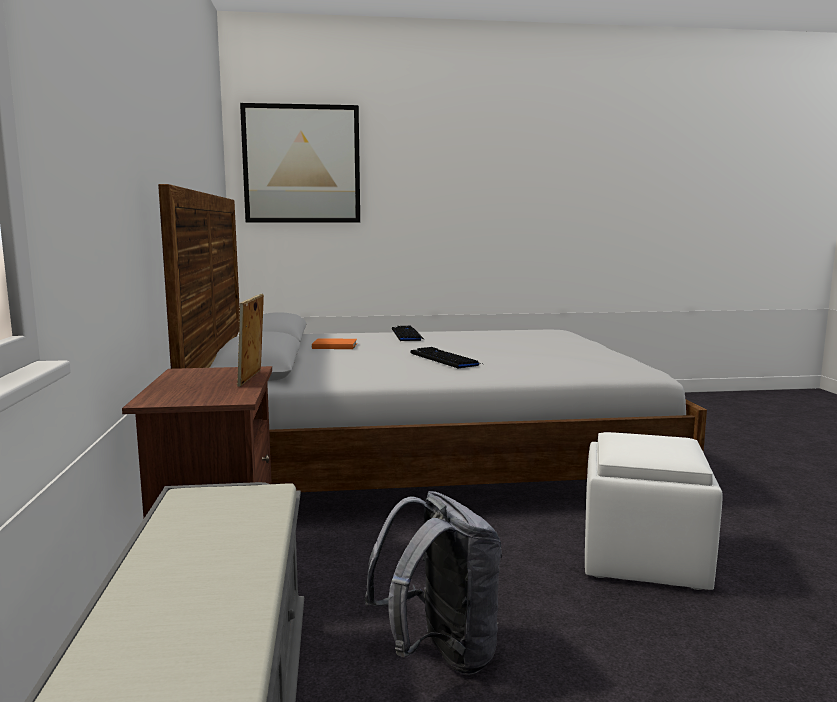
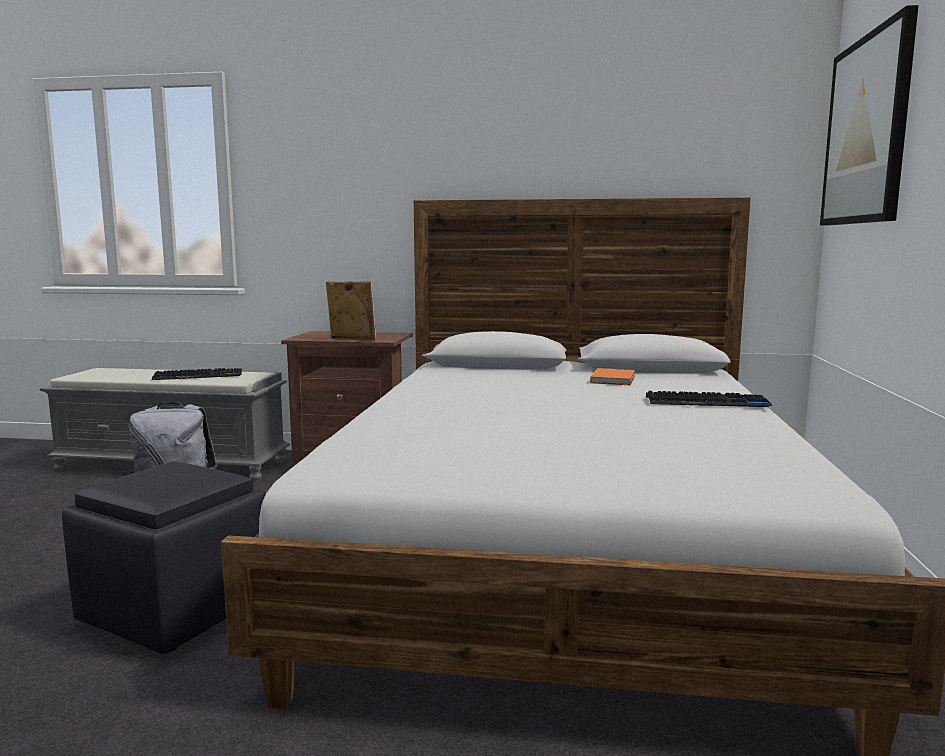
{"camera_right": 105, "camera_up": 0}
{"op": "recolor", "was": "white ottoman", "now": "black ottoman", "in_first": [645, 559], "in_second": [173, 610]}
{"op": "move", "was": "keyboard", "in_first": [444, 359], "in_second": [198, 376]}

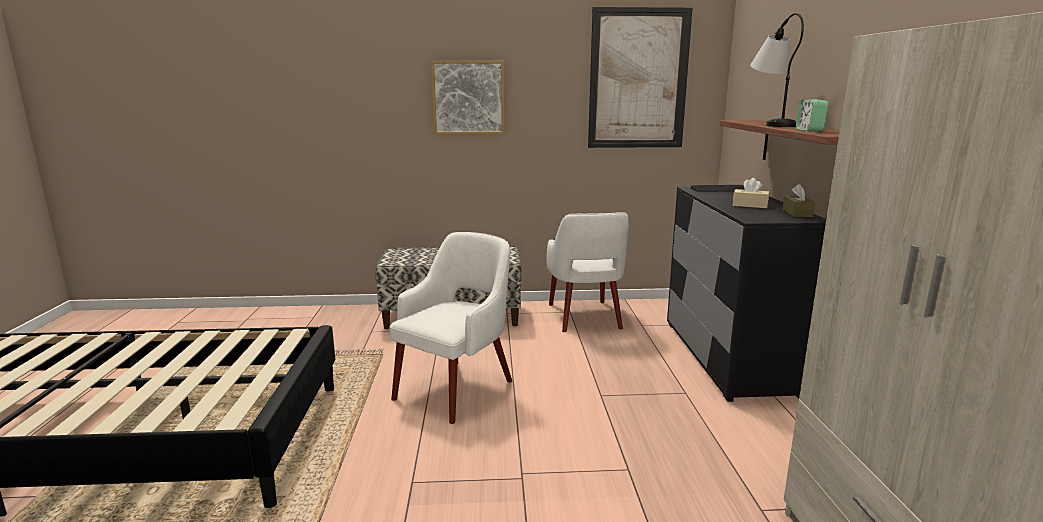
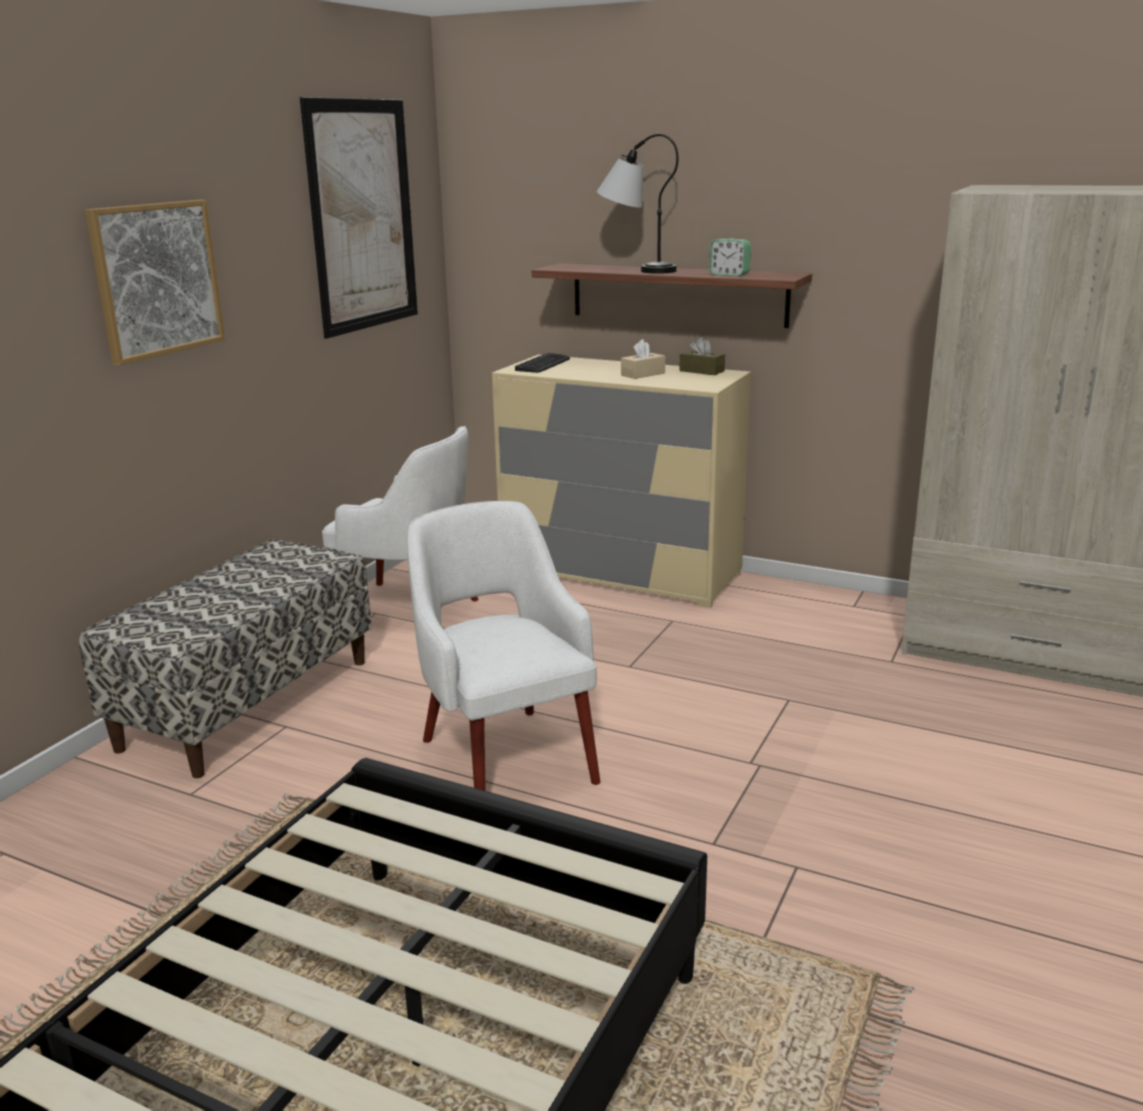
{"camera_right": -60, "camera_up": 5}
{"op": "recolor", "was": "black dresser", "now": "beige dresser", "in_first": [727, 356], "in_second": [620, 572]}

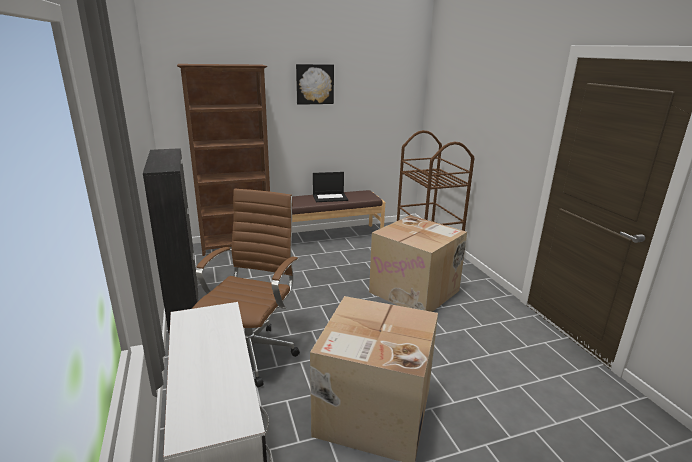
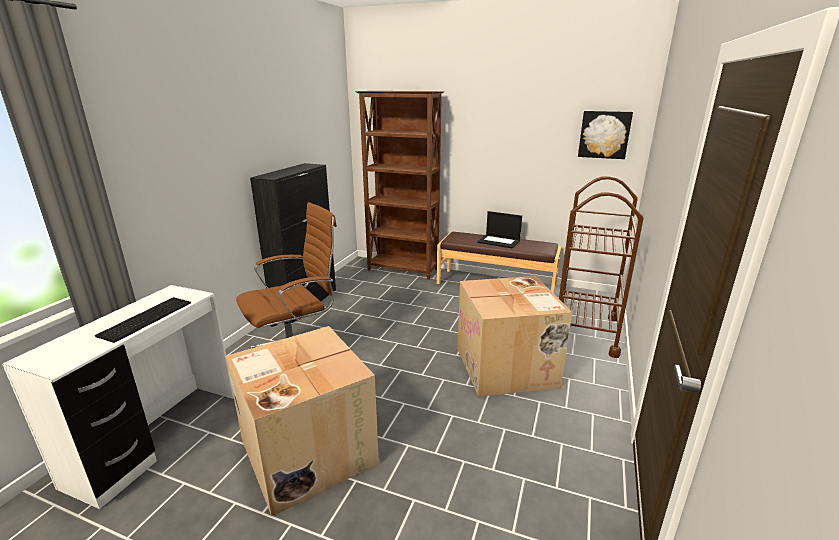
{"camera_right": 40, "camera_up": 0}
{"op": "insert", "now": "keyboard", "in_second": [146, 318]}
{"op": "move", "was": "picture", "in_first": [314, 84], "in_second": [604, 134]}

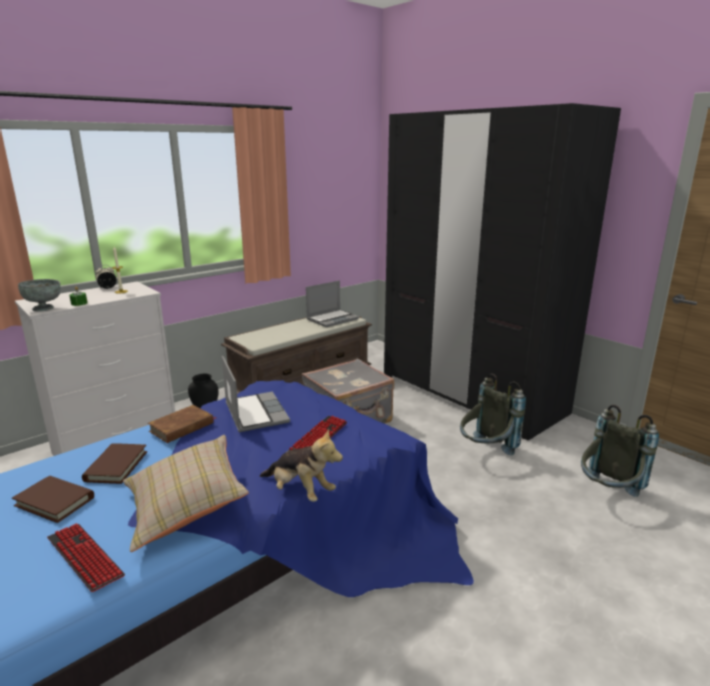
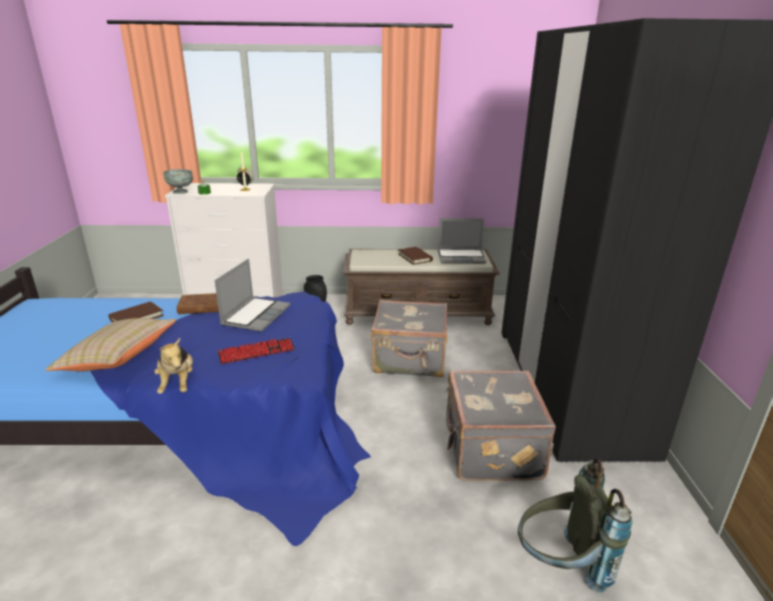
{"camera_right": 40, "camera_up": 5}
{"op": "move", "was": "brown book", "in_first": [55, 501], "in_second": [415, 257]}
{"op": "replace", "was": "grey backpack", "now": "grey suitcase", "in_first": [485, 453], "in_second": [490, 449]}
{"op": "delete", "was": "keyboard", "in_first": [85, 557]}

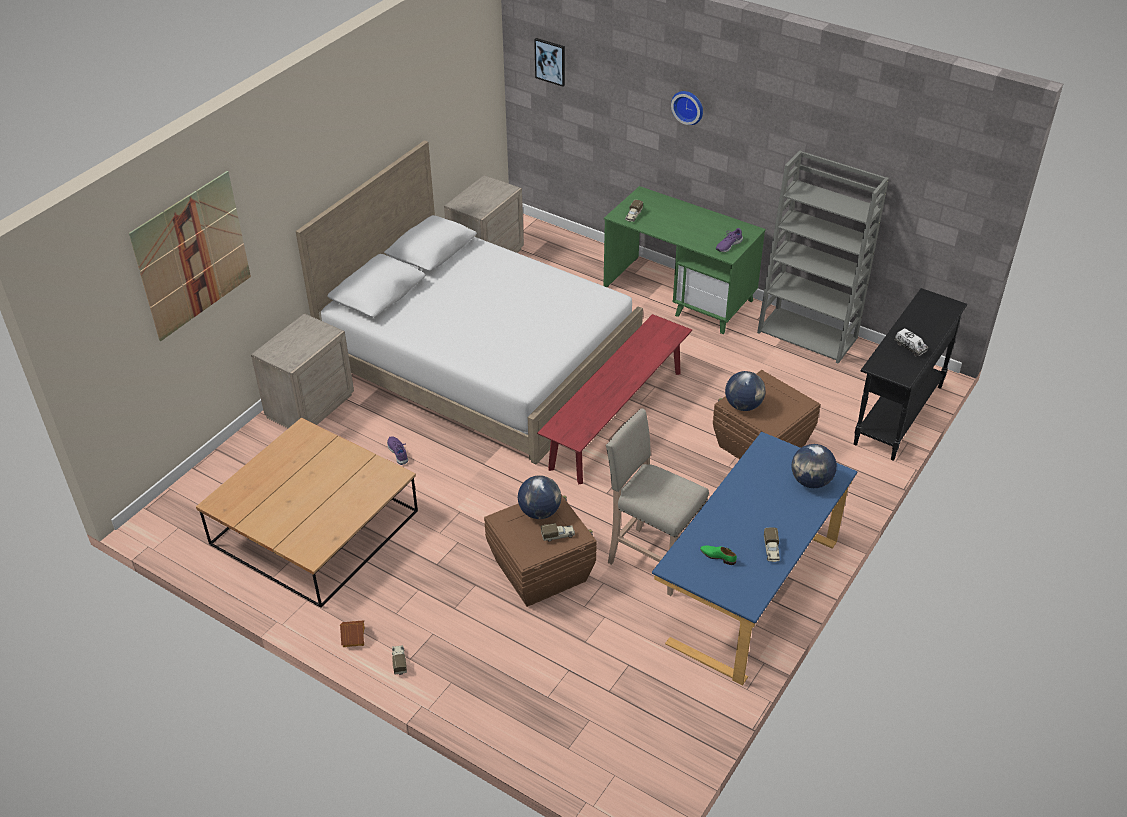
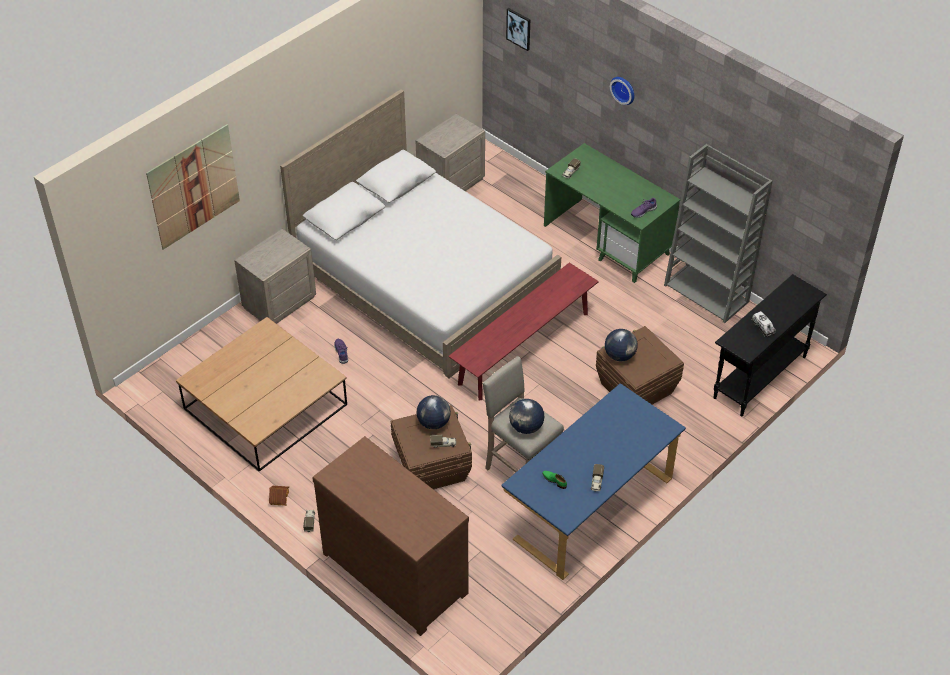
{"camera_right": 10, "camera_up": 5}
{"op": "insert", "now": "brown dresser", "in_second": [396, 571]}
{"op": "move", "was": "globe", "in_first": [811, 481], "in_second": [526, 427]}

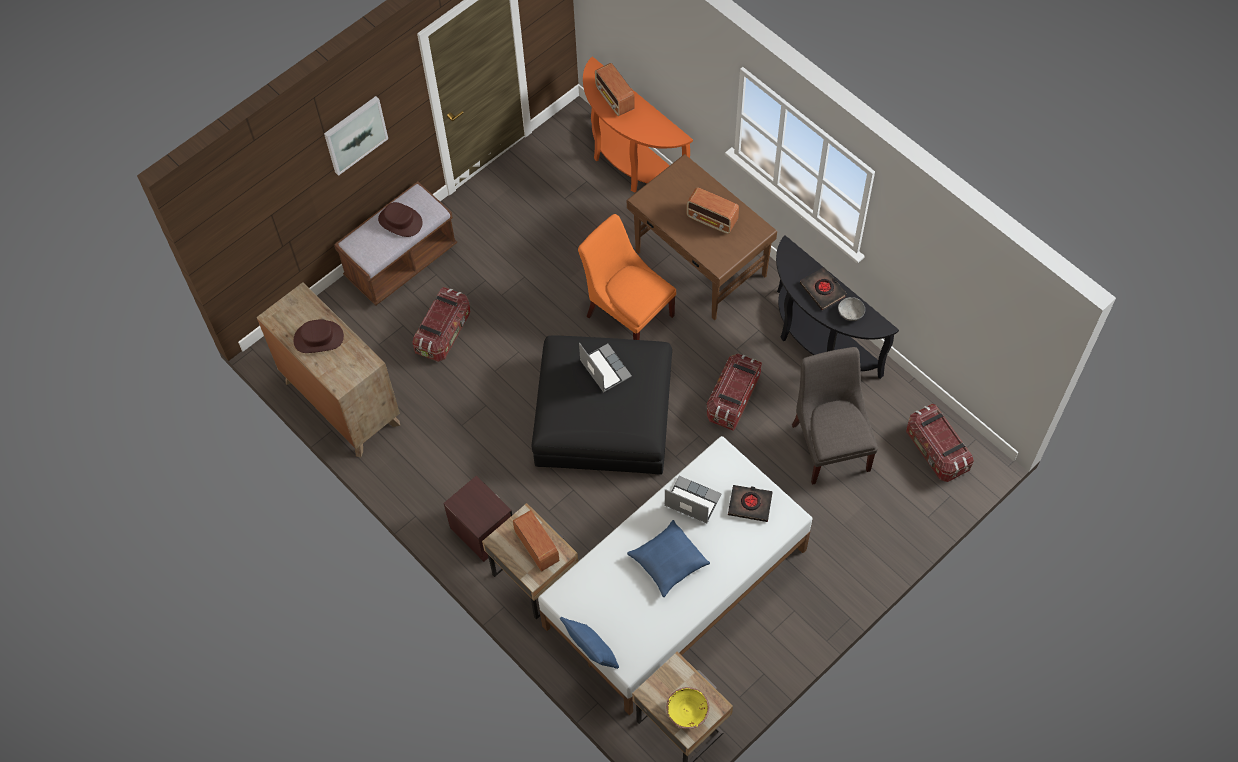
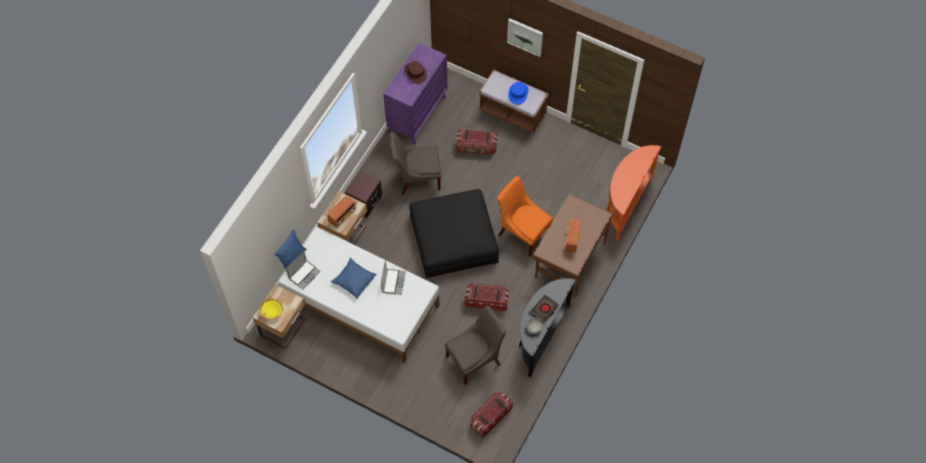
{"camera_right": 70, "camera_up": 0}
{"op": "move", "was": "laptop", "in_first": [604, 368], "in_second": [304, 274]}
{"op": "recolor", "was": "brown dresser", "now": "purple dresser", "in_first": [342, 402], "in_second": [417, 114]}
{"op": "insert", "now": "grey chair", "in_second": [416, 177]}
{"op": "rotate", "was": "orange chair", "in_first": [627, 313], "in_second": [523, 232], "clockwise": -75}
{"op": "recolor", "was": "brown hat", "now": "blue hat", "in_first": [400, 221], "in_second": [518, 93]}
{"op": "delete", "was": "radio", "in_first": [615, 99]}
{"op": "delete", "was": "black book", "in_first": [750, 504]}

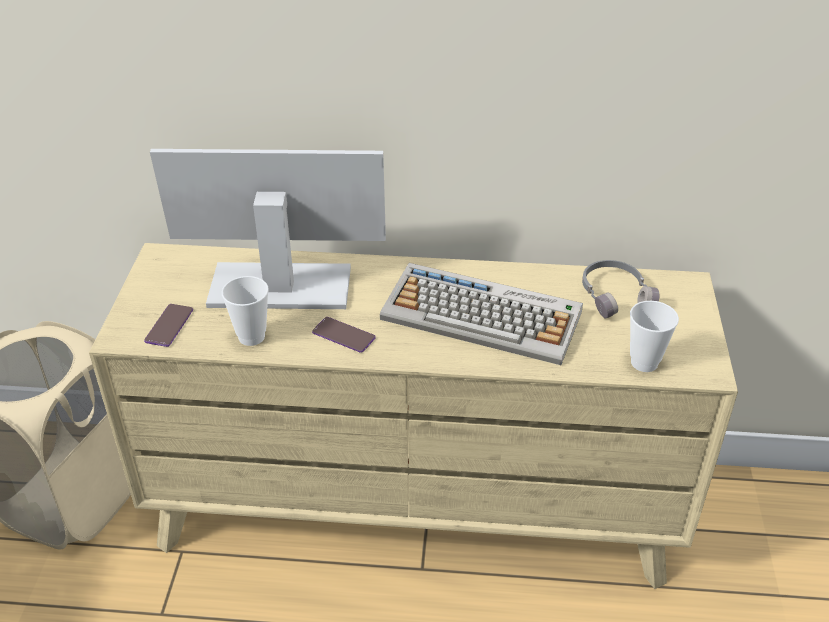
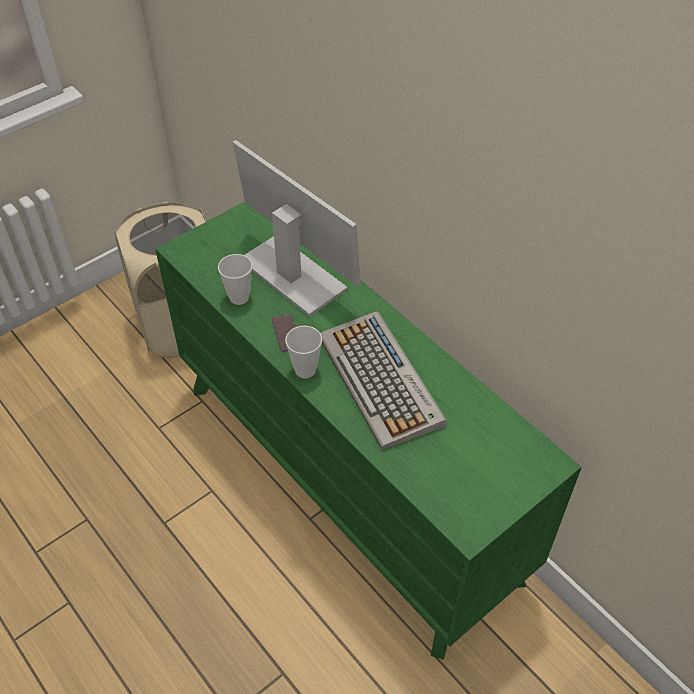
{"camera_right": 45, "camera_up": 10}
{"op": "recolor", "was": "beige dresser", "now": "green dresser", "in_first": [415, 508], "in_second": [348, 479]}
{"op": "move", "was": "cup", "in_first": [644, 362], "in_second": [305, 370]}
{"op": "delete", "was": "phone", "in_first": [169, 326]}
{"op": "delete", "was": "grey headphones", "in_first": [615, 295]}

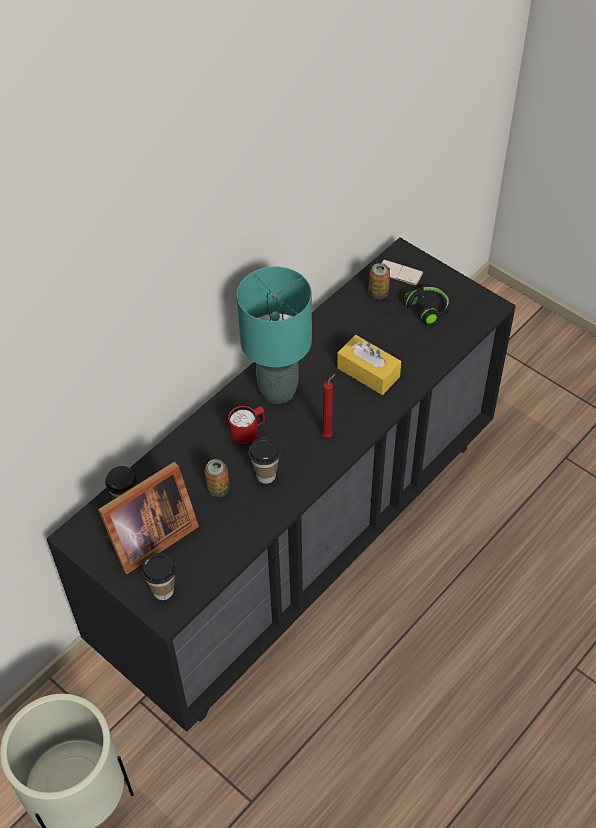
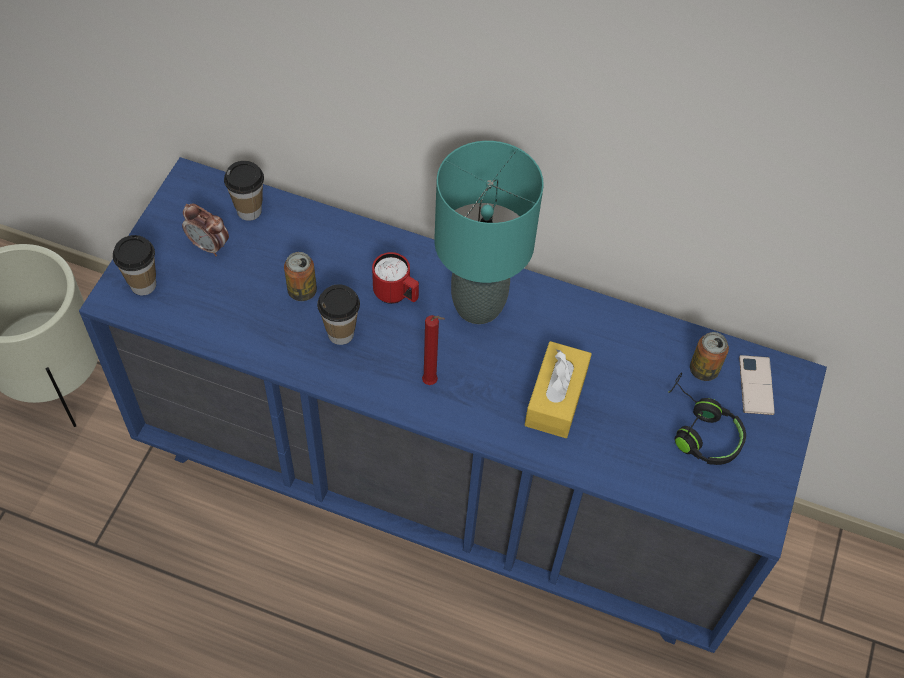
{"camera_right": 65, "camera_up": 5}
{"op": "recolor", "was": "black dresser", "now": "blue dresser", "in_first": [301, 541], "in_second": [444, 485]}
{"op": "replace", "was": "picture frame", "now": "alarm clock", "in_first": [147, 538], "in_second": [209, 246]}

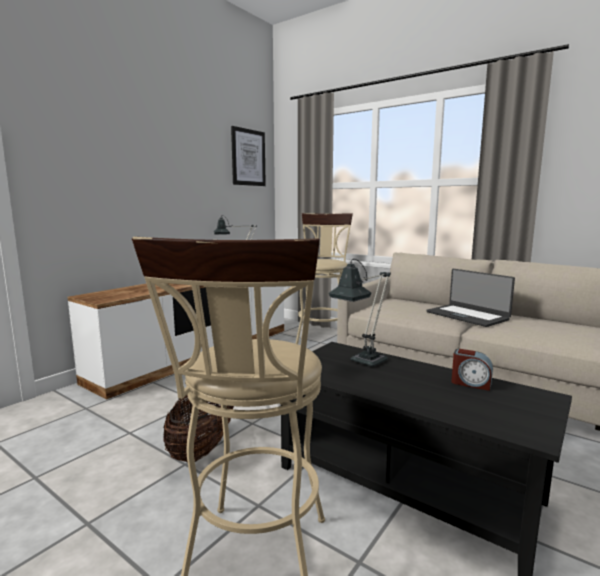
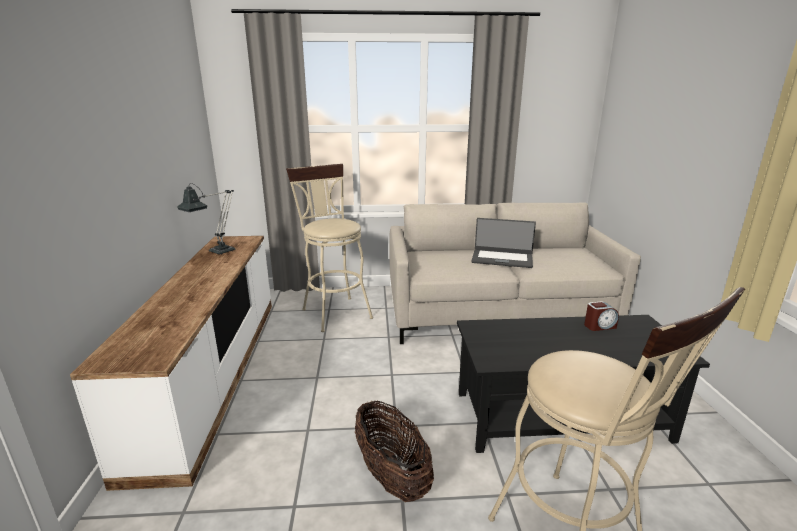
{"camera_right": -40, "camera_up": 10}
{"op": "delete", "was": "picture", "in_first": [248, 157]}
{"op": "delete", "was": "table lamp", "in_first": [364, 363]}

